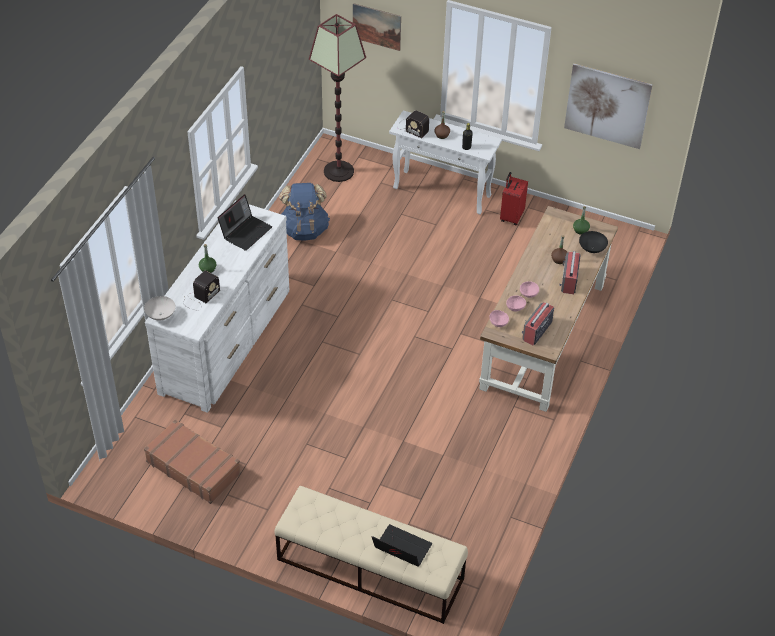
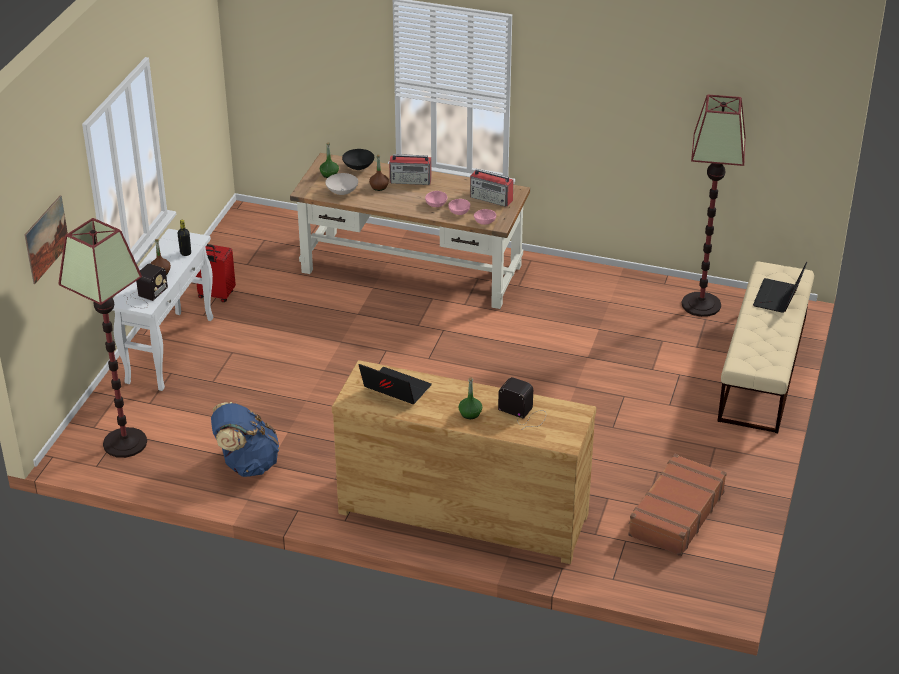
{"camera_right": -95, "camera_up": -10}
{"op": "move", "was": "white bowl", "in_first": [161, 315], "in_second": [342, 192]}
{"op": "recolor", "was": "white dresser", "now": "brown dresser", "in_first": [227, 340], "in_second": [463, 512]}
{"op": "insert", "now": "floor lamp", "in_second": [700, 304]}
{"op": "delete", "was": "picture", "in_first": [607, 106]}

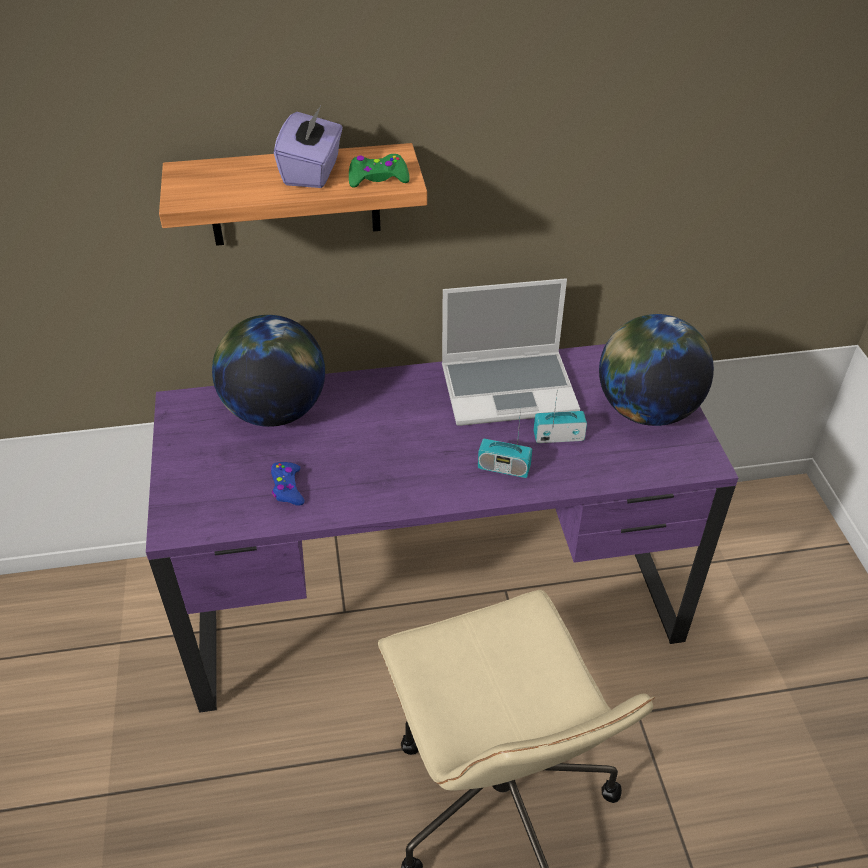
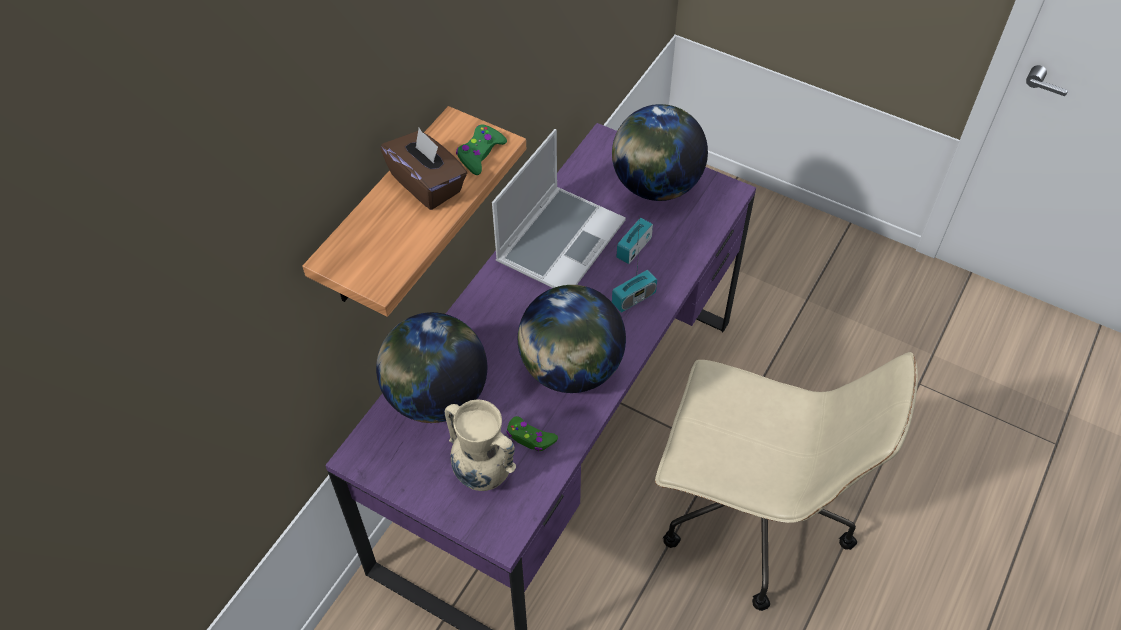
{"camera_right": -50, "camera_up": 10}
{"op": "recolor", "was": "purple tissue box", "now": "brown tissue box", "in_first": [312, 172], "in_second": [427, 184]}
{"op": "insert", "now": "beige vase", "in_second": [484, 475]}
{"op": "recolor", "was": "blue game controller", "now": "green game controller", "in_first": [287, 488], "in_second": [530, 438]}
{"op": "insert", "now": "globe", "in_second": [571, 369]}

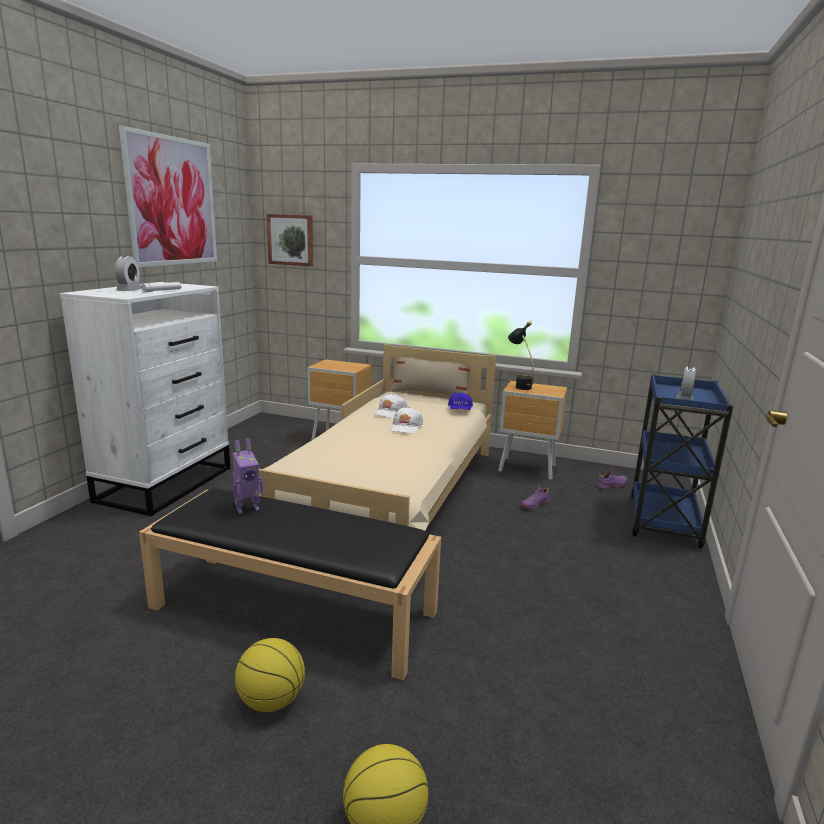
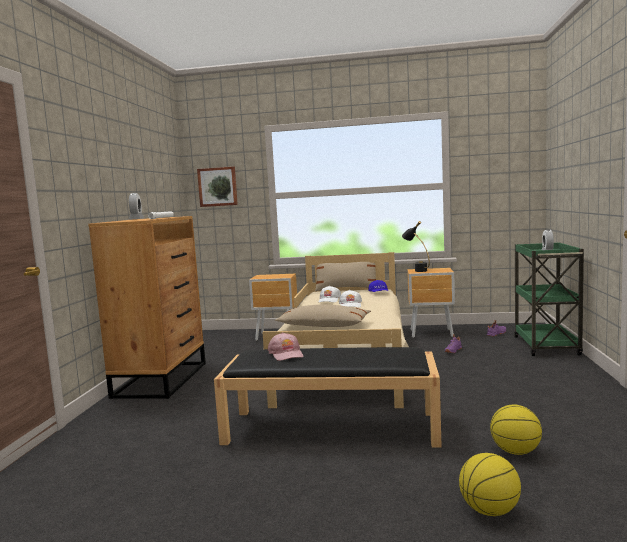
{"camera_right": -10, "camera_up": -10}
{"op": "recolor", "was": "white dresser", "now": "brown dresser", "in_first": [166, 484], "in_second": [162, 379]}
{"op": "replace", "was": "toy robot", "now": "pink cap", "in_first": [247, 508], "in_second": [286, 354]}
{"op": "insert", "now": "beige pillow", "in_second": [323, 325]}
{"op": "move", "was": "basketball", "in_first": [271, 701], "in_second": [515, 451]}
{"op": "recolor", "was": "blue cart", "now": "green cart", "in_first": [664, 522], "in_second": [546, 346]}
{"op": "delete", "was": "picture", "in_first": [172, 201]}

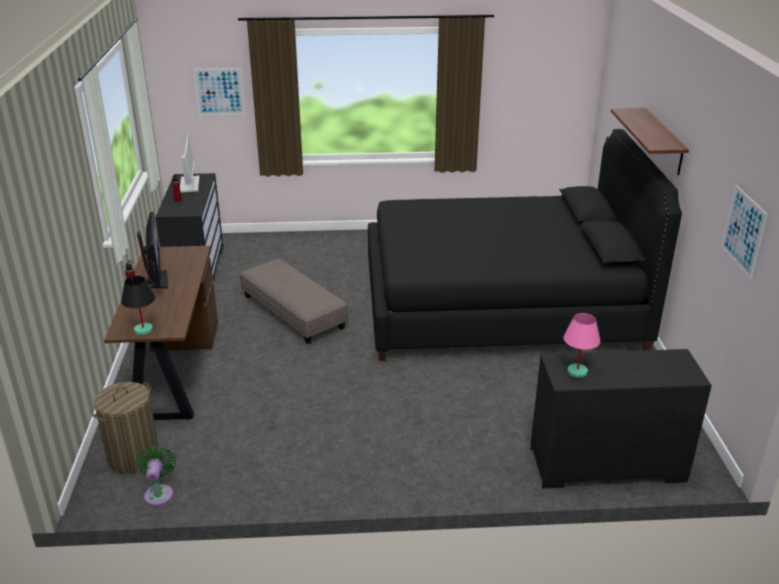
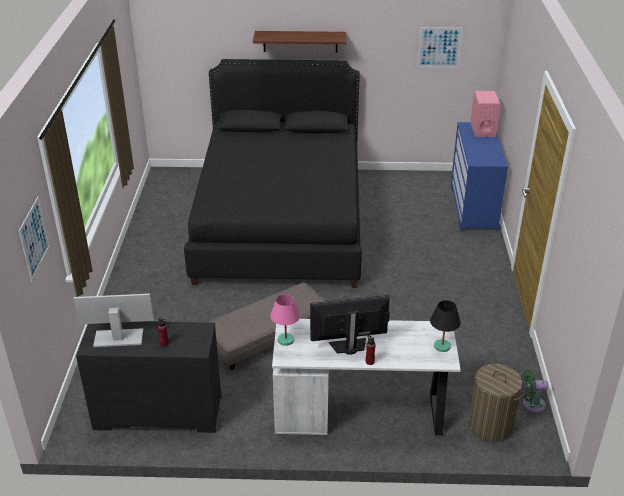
{"camera_right": -85, "camera_up": 5}
{"op": "move", "was": "pink table lamp", "in_first": [577, 372], "in_second": [286, 340]}
{"op": "recolor", "was": "brown desk", "now": "white desk", "in_first": [174, 369], "in_second": [361, 412]}
{"op": "recolor", "was": "black dresser", "now": "blue dresser", "in_first": [606, 466], "in_second": [473, 207]}
{"op": "insert", "now": "pink speaker", "in_second": [482, 130]}

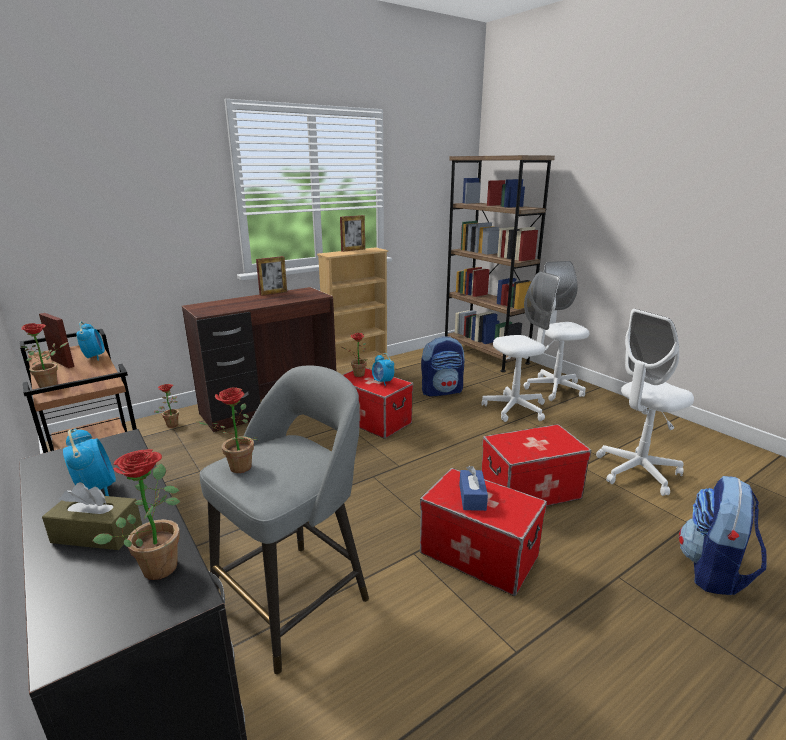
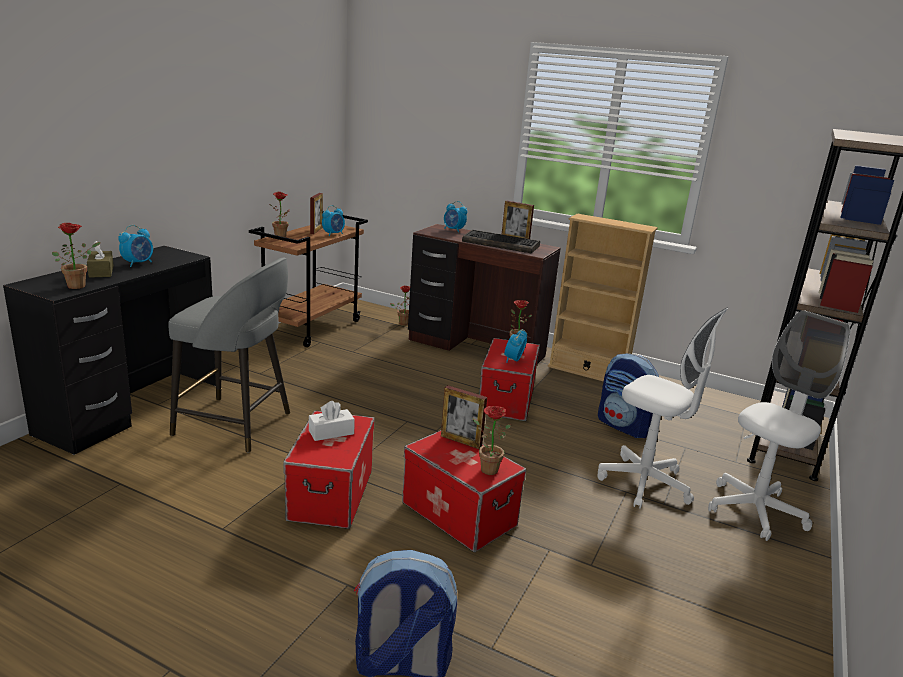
{"camera_right": 60, "camera_up": 0}
{"op": "recolor", "was": "blue tissue box", "now": "white tissue box", "in_first": [472, 497], "in_second": [331, 432]}
{"op": "move", "was": "picture frame", "in_first": [353, 250], "in_second": [461, 441]}
{"op": "insert", "now": "alarm clock", "in_second": [454, 230]}
{"op": "insert", "now": "keyboard", "in_second": [501, 244]}
{"op": "move", "was": "potted plant", "in_first": [236, 469], "in_second": [485, 469]}
{"op": "delete", "was": "white office chair", "in_first": [637, 472]}

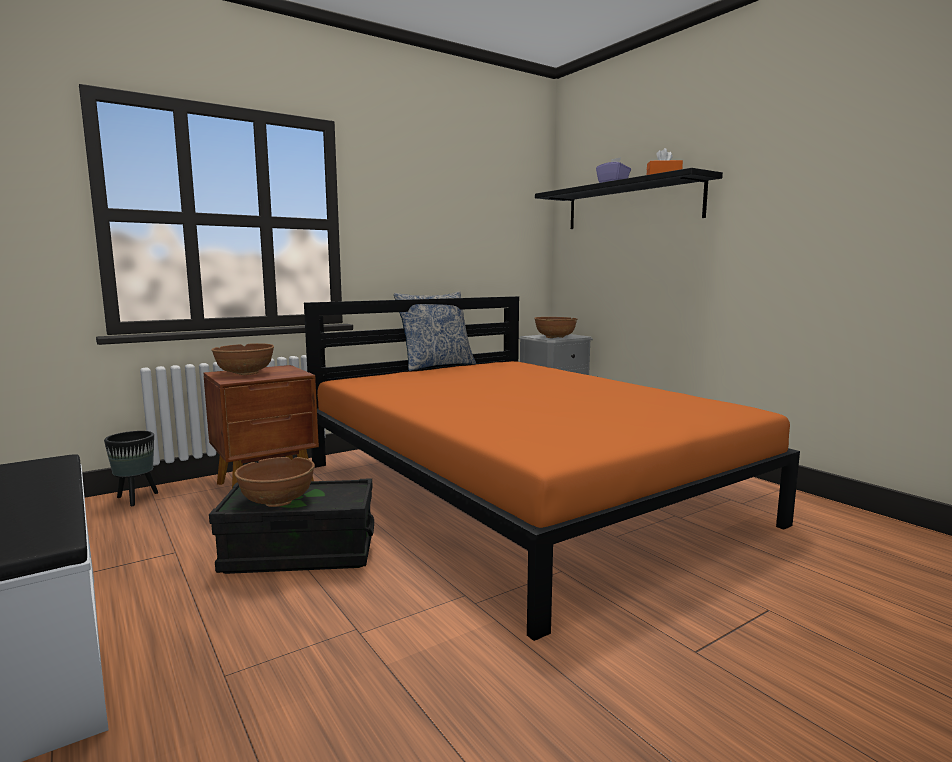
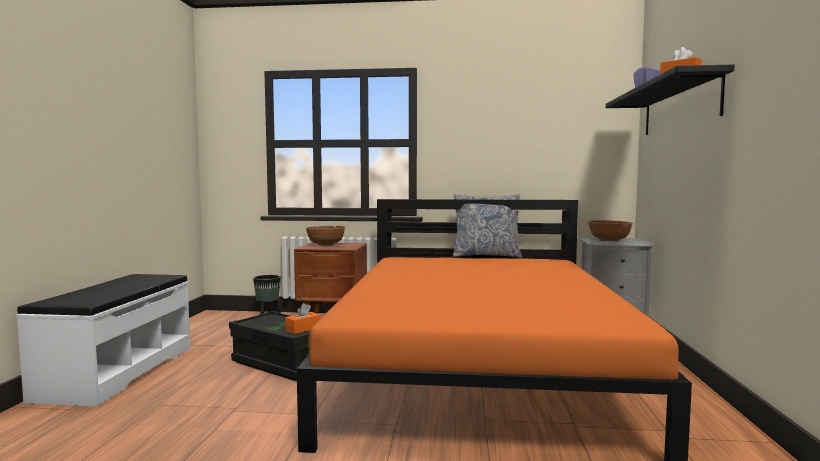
{"camera_right": 40, "camera_up": -5}
{"op": "insert", "now": "orange tissue box", "in_second": [303, 329]}
{"op": "delete", "was": "brown bowl", "in_first": [277, 500]}

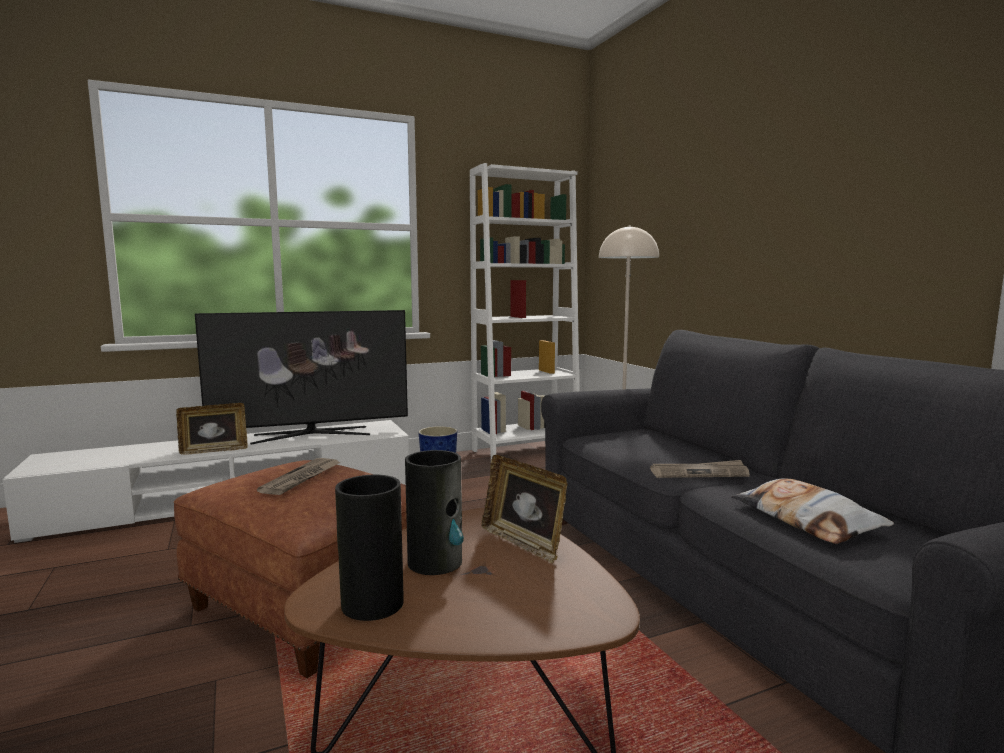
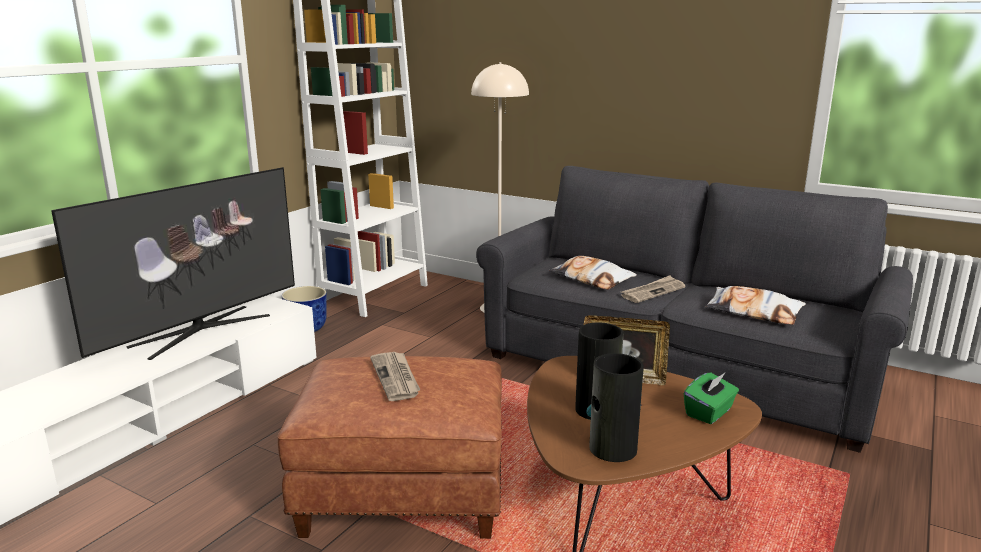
{"camera_right": -35, "camera_up": 10}
{"op": "insert", "now": "pillow", "in_second": [591, 279]}
{"op": "insert", "now": "green tissue box", "in_second": [709, 412]}
{"op": "delete", "was": "picture frame", "in_first": [214, 450]}

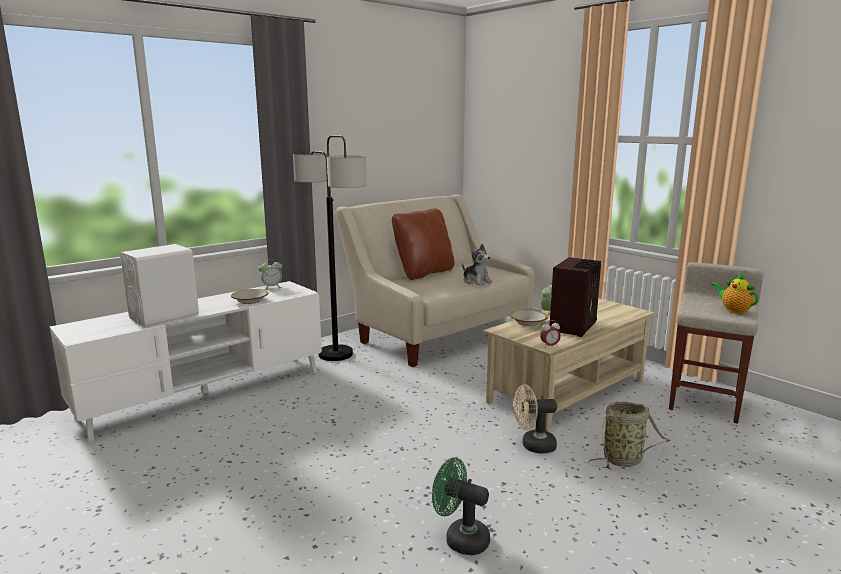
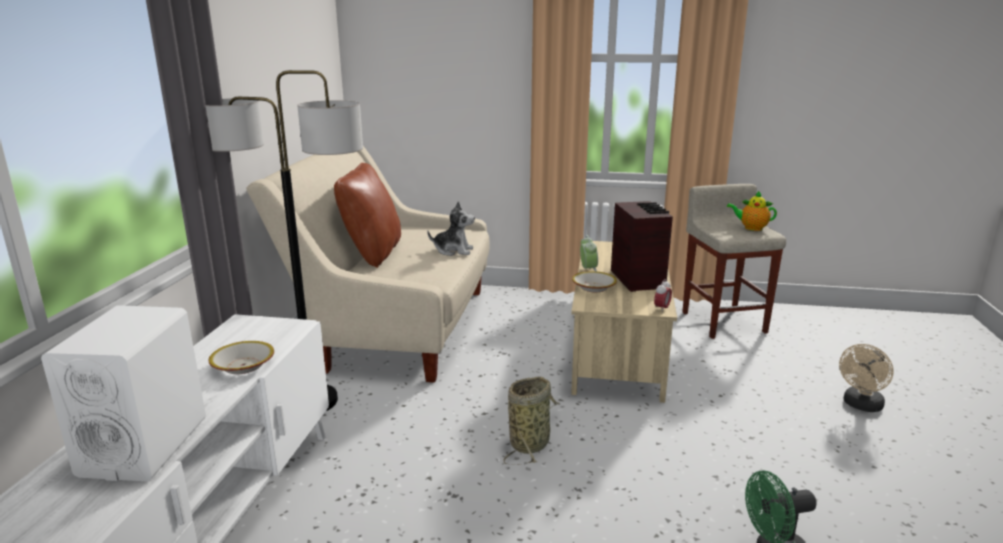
{"camera_right": -40, "camera_up": 5}
{"op": "move", "was": "basket", "in_first": [624, 460], "in_second": [531, 442]}
{"op": "move", "was": "beige fan", "in_first": [533, 446], "in_second": [861, 405]}
{"op": "delete", "was": "alarm clock", "in_first": [271, 287]}

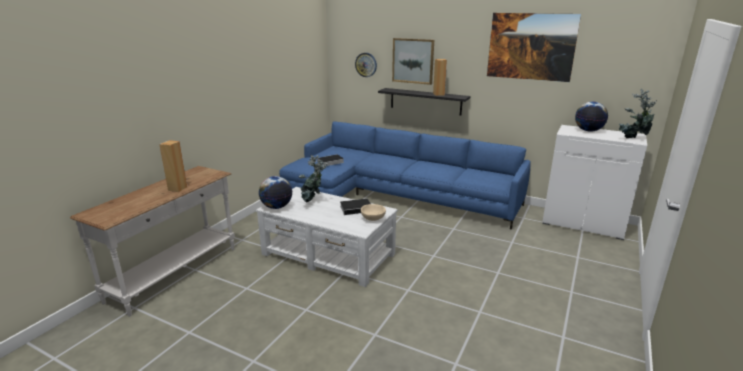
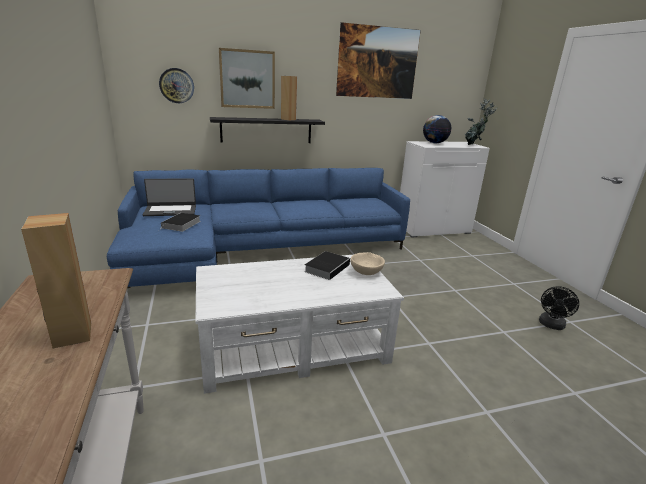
{"camera_right": -45, "camera_up": 0}
{"op": "insert", "now": "laptop", "in_second": [170, 210]}
{"op": "insert", "now": "black fan", "in_second": [551, 325]}
{"op": "delete", "was": "globe", "in_first": [276, 207]}
{"op": "delete", "was": "potted plant", "in_first": [313, 202]}

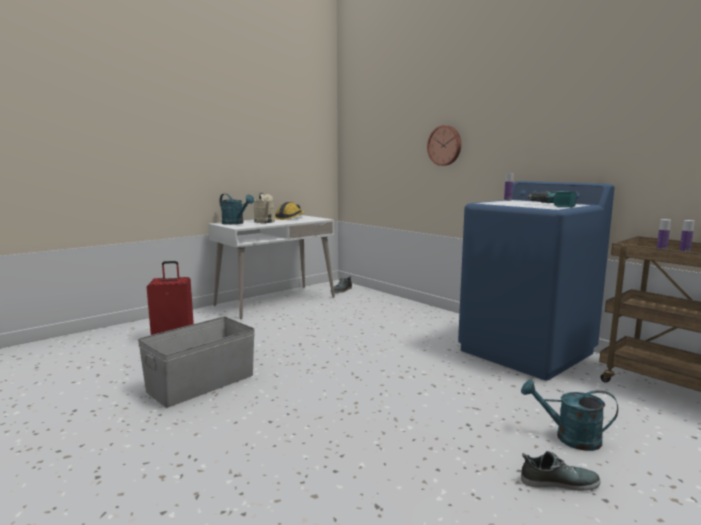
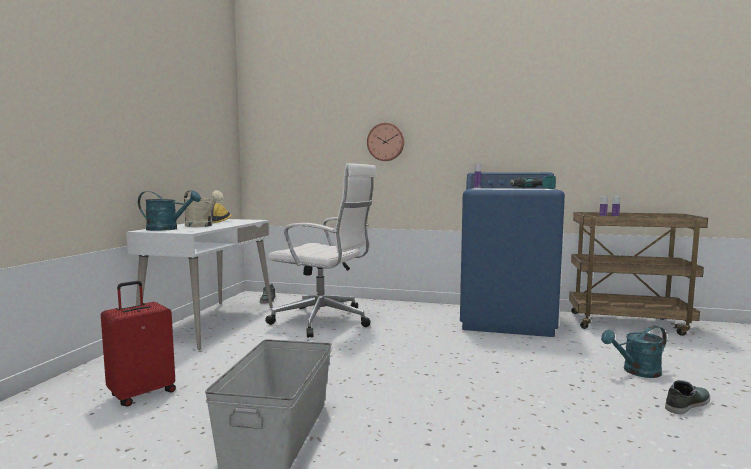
{"camera_right": -35, "camera_up": -5}
{"op": "insert", "now": "white office chair", "in_second": [324, 321]}

